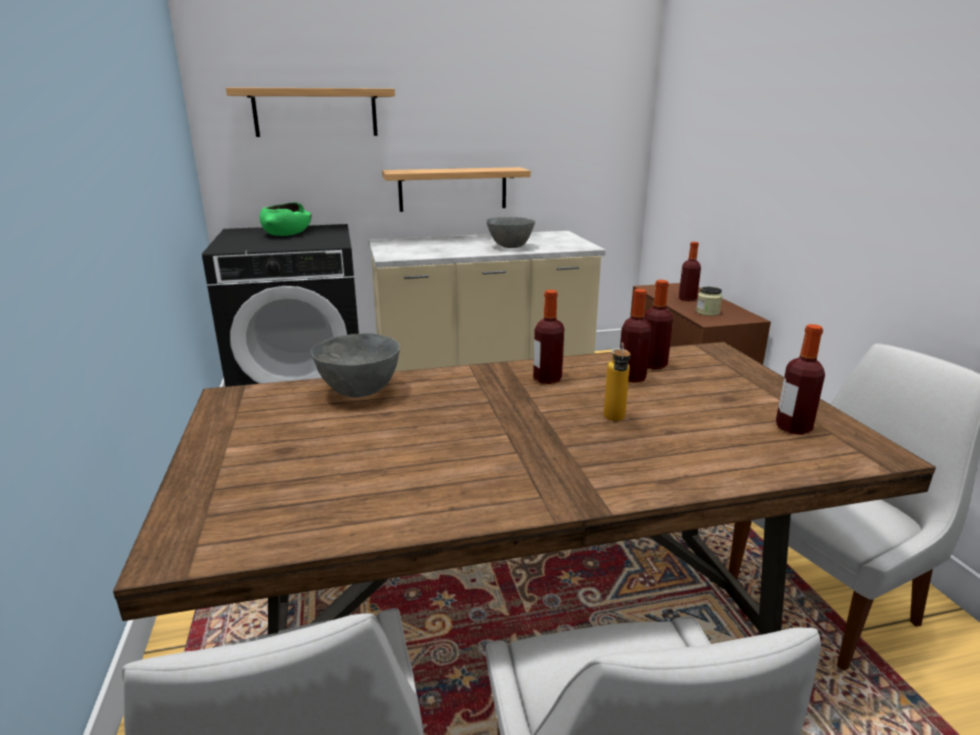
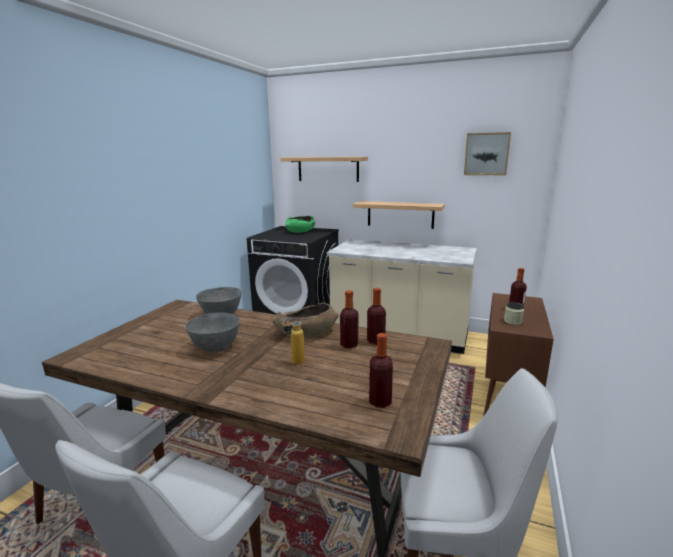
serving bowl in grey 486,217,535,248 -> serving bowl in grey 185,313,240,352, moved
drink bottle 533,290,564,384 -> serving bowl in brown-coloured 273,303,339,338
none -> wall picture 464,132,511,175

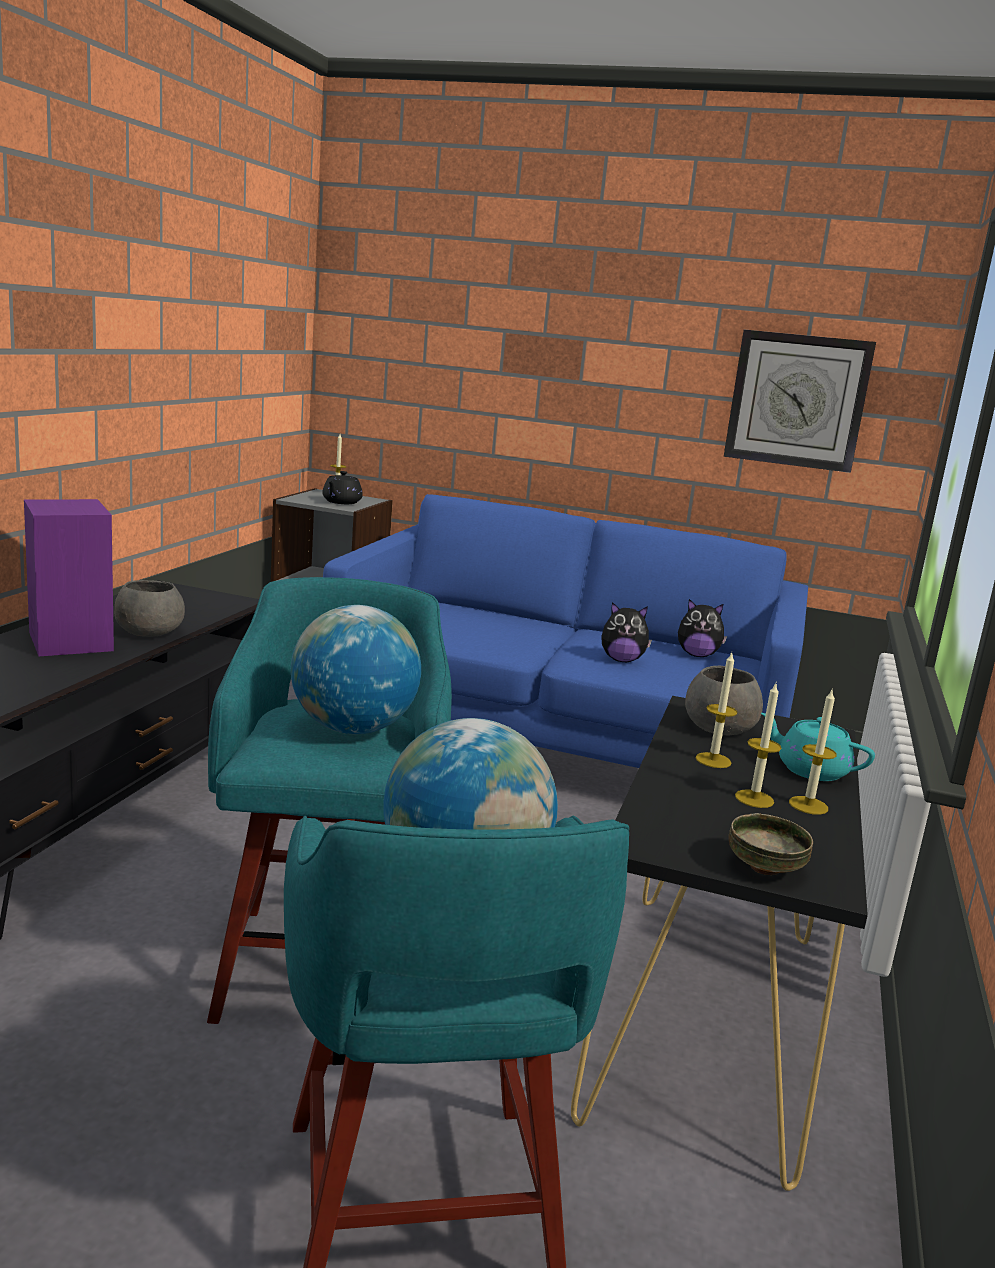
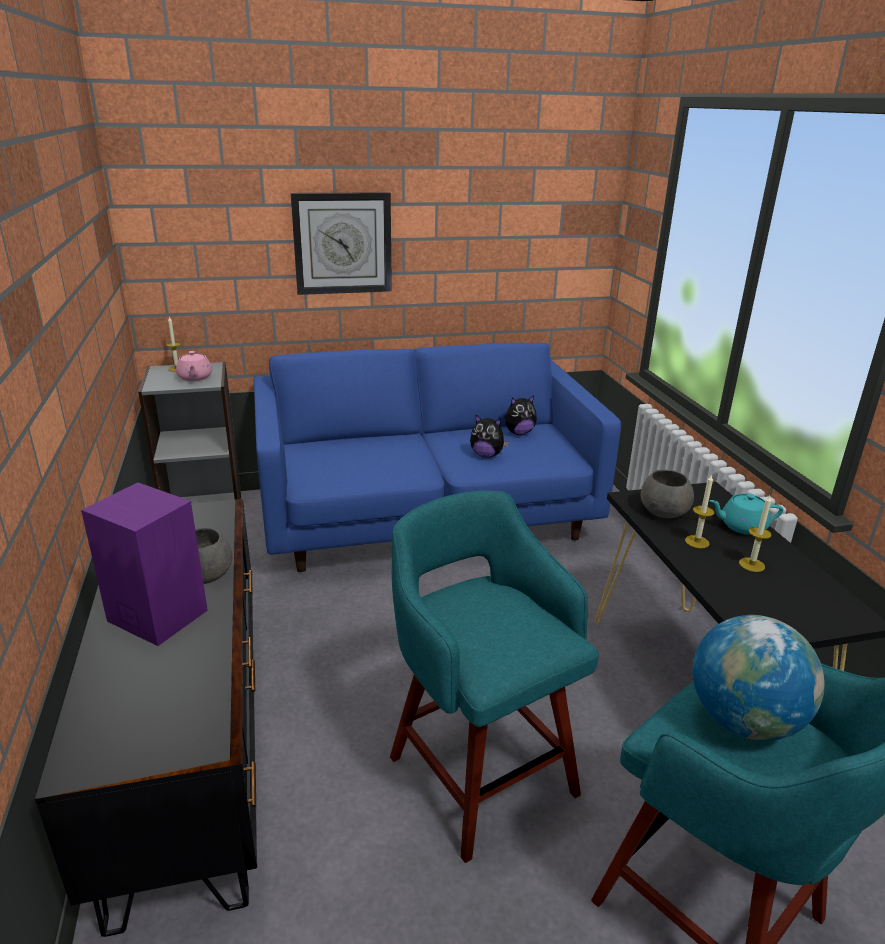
tea pot in black-coloured 322,471,363,504 -> tea pot in pinkish 176,351,212,381
clock on the wall 724,329,876,473 -> clock on the wall 291,192,392,295, moved
cuddly toy 601,602,652,662 -> cuddly toy 470,415,509,458, 45 degrees clockwise
world globe 291,605,421,734 -> none
serving bowl 728,813,813,875 -> none
candle 789,690,837,815 -> none

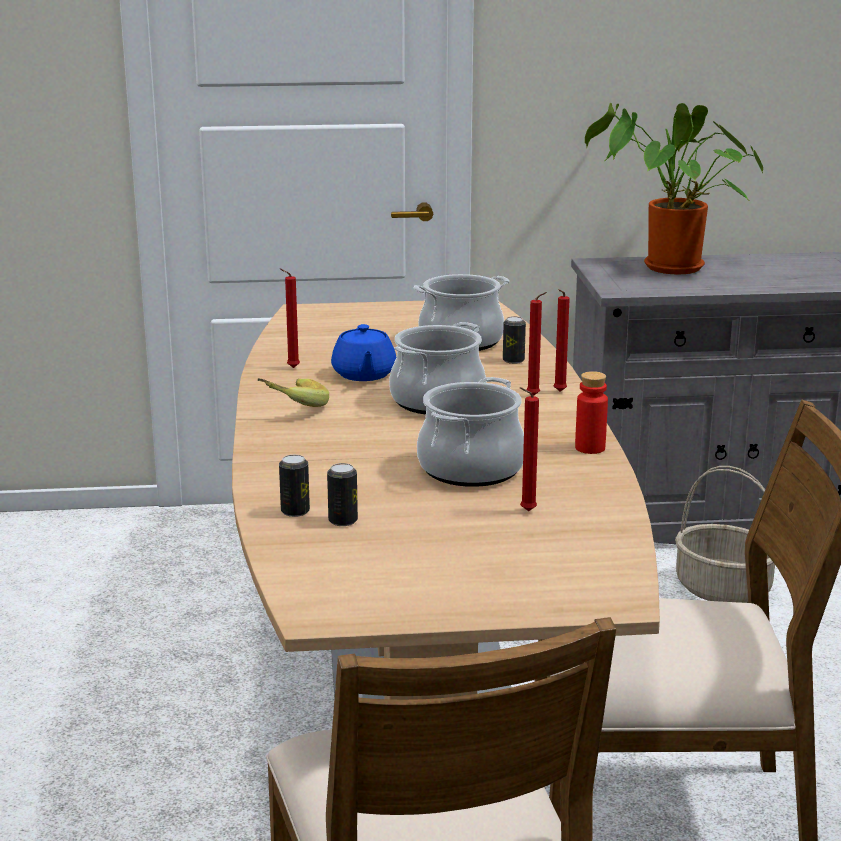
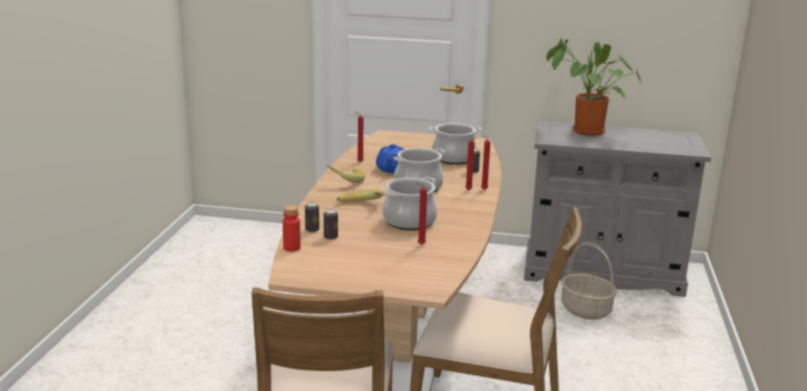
drink bottle in red-coloured 575,371,608,454 -> drink bottle in red-coloured 283,205,301,252, moved
none -> banana fruit 337,189,383,203

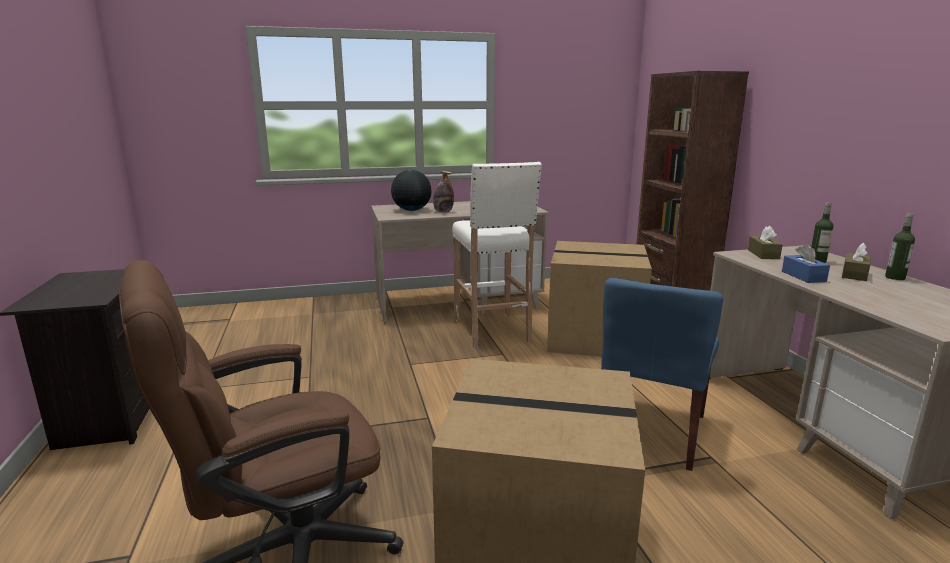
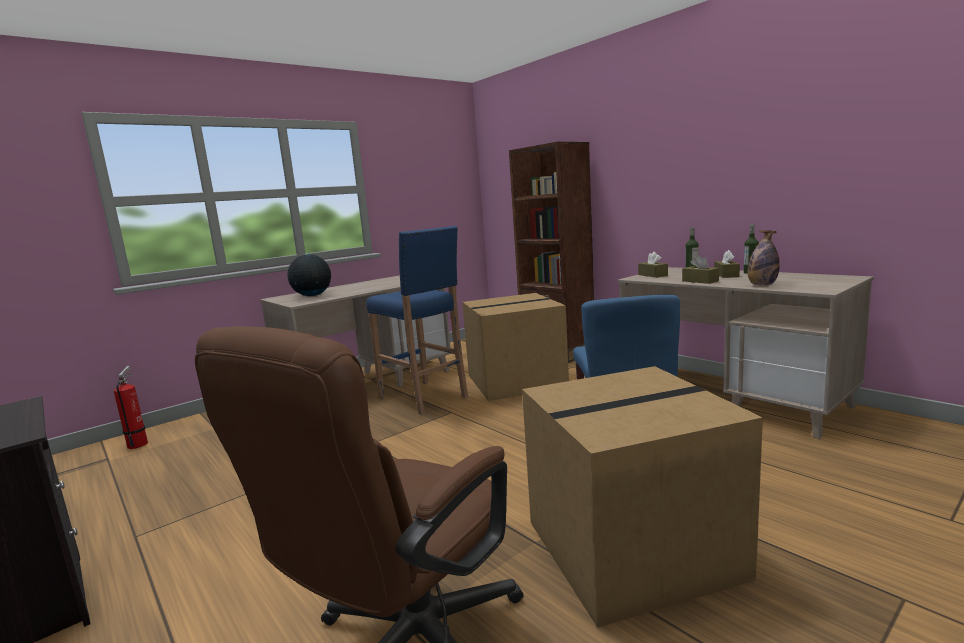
none -> fire extinguisher 113,366,148,449
stool in white 452,162,542,349 -> stool in blue 366,226,468,415
tissue box in blue 782,244,830,283 -> tissue box in brown-coloured 682,255,719,284
drink bottle 433,171,454,213 -> drink bottle 748,230,780,286, moved

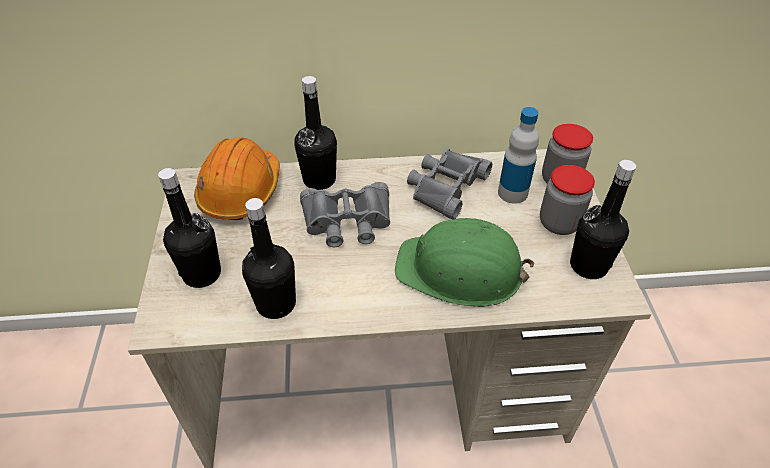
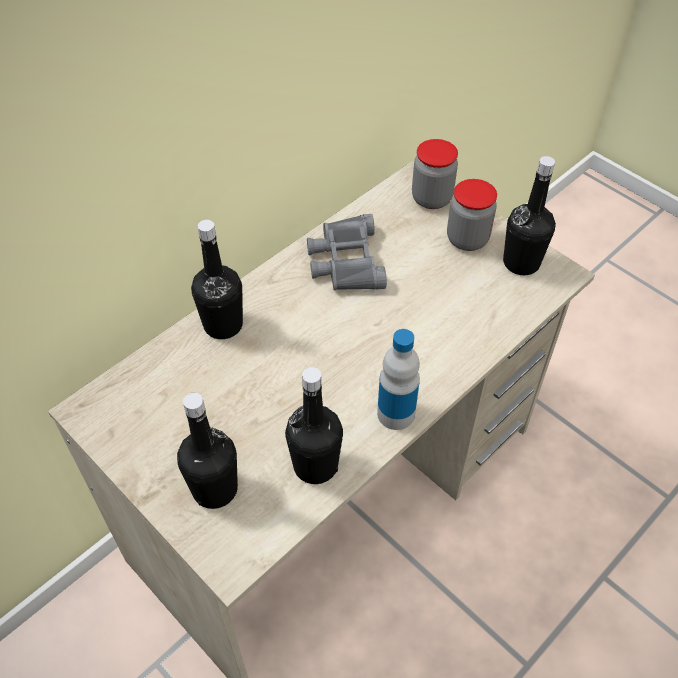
drink bottle 498,107,539,204 -> drink bottle 377,329,420,430, moved
safety helmet in orange 194,137,280,220 -> none
field glasses in grey 300,182,390,247 -> none
safety helmet in greenish 395,218,535,307 -> none

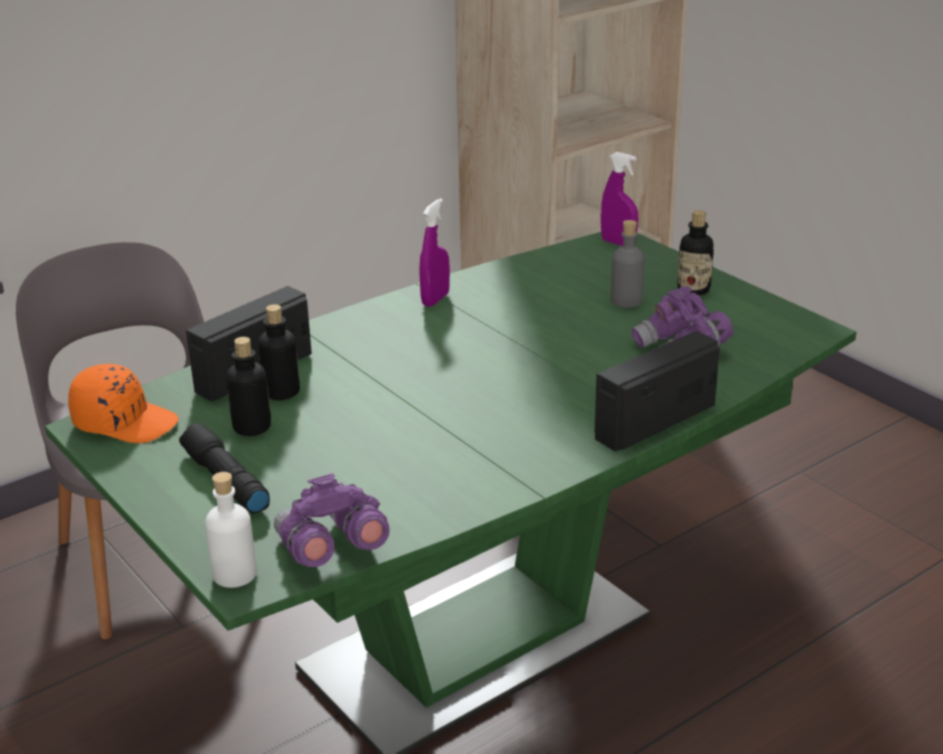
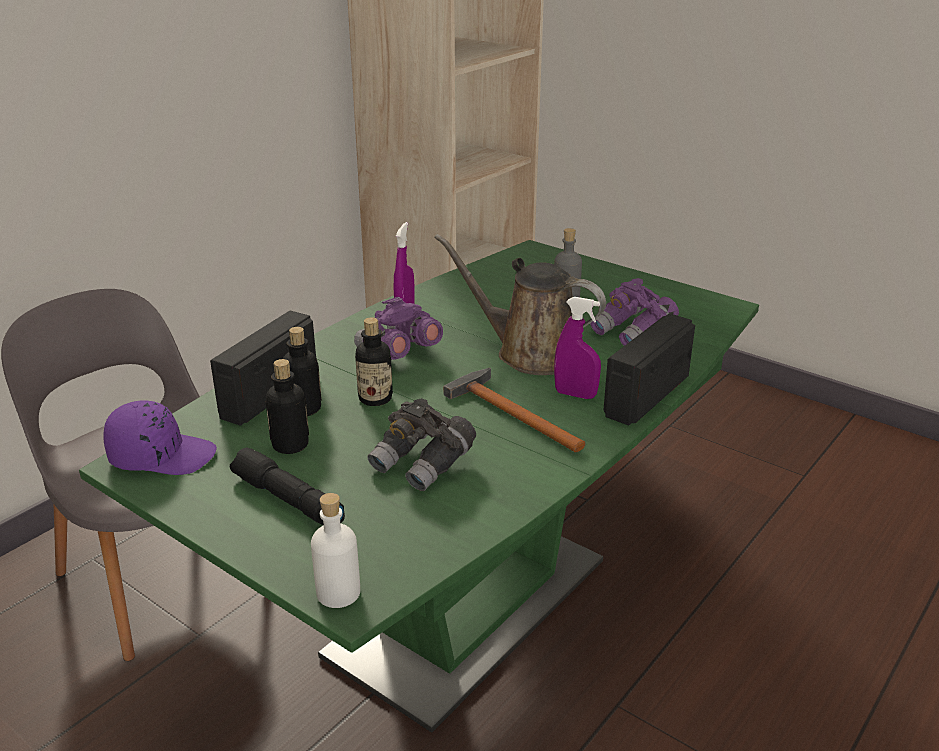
baseball cap in orange 68,364,179,443 -> baseball cap in purple 103,401,217,475
field glasses in purple 274,473,390,567 -> field glasses in purple 354,297,443,360, moved
drink bottle 677,210,714,295 -> drink bottle 355,317,393,406, moved
none -> field glasses in grey 367,398,476,491
none -> sprinkling can in brown-coloured 434,234,606,375
none -> tool hammer 443,368,586,452
hand sprayer in purple 601,152,638,246 -> hand sprayer in purple 554,297,601,399, moved

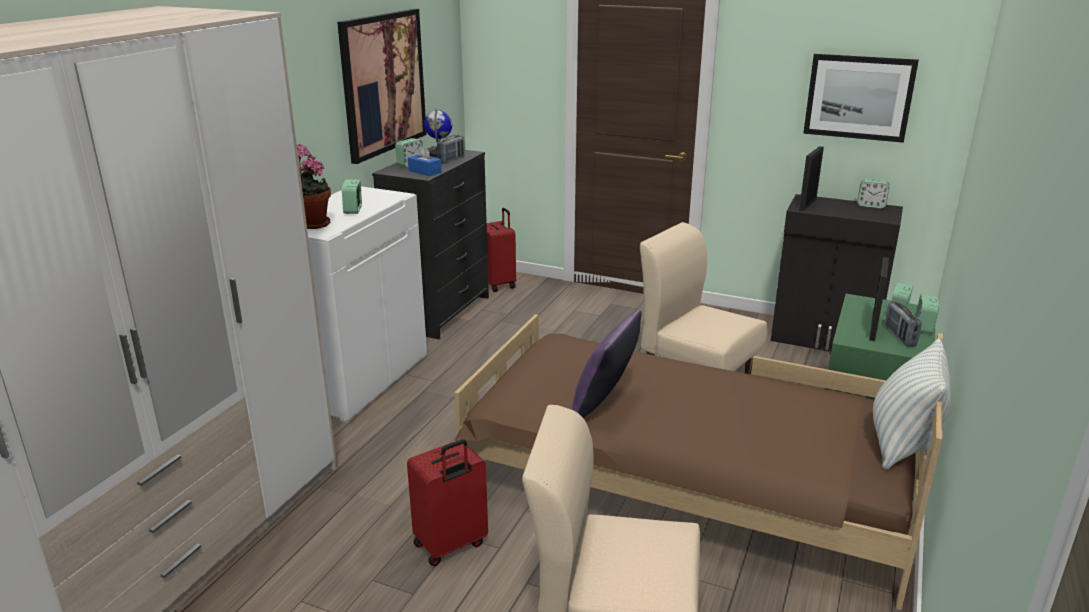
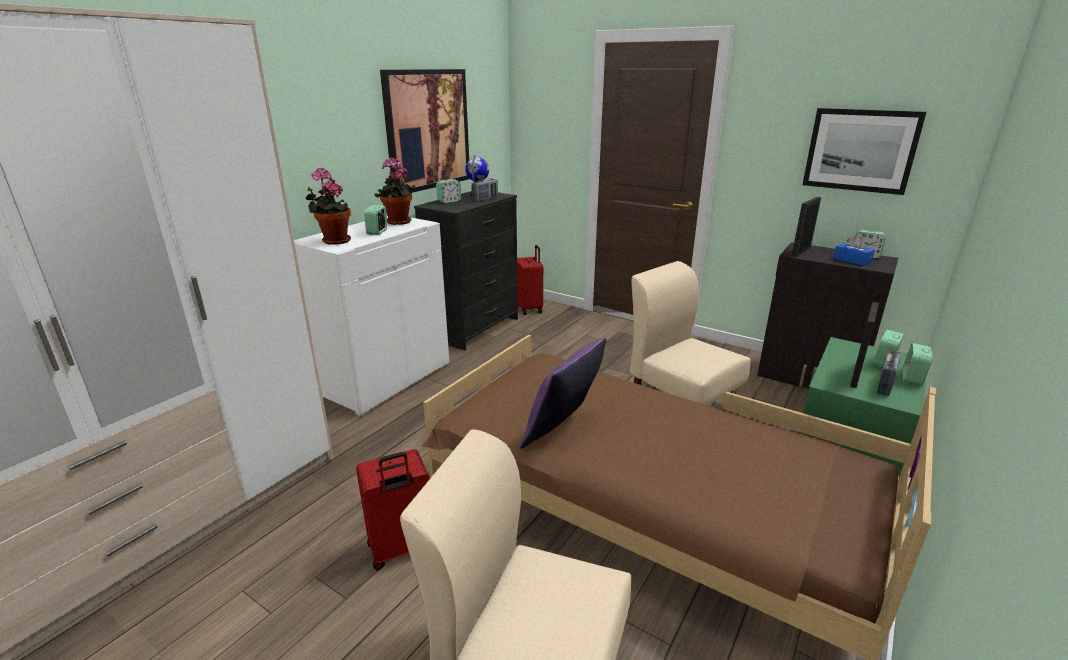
none -> houseplant 375,157,416,225
tissue box in blue 408,146,442,176 -> tissue box in blue 833,235,875,266, moved
radio receiver 885,301,922,347 -> radio receiver 877,350,901,396, 150 degrees counterclockwise
cushion 873,339,951,470 -> none

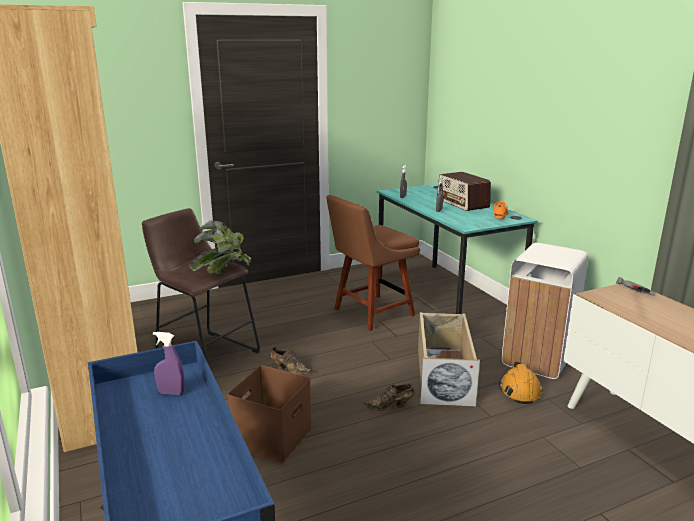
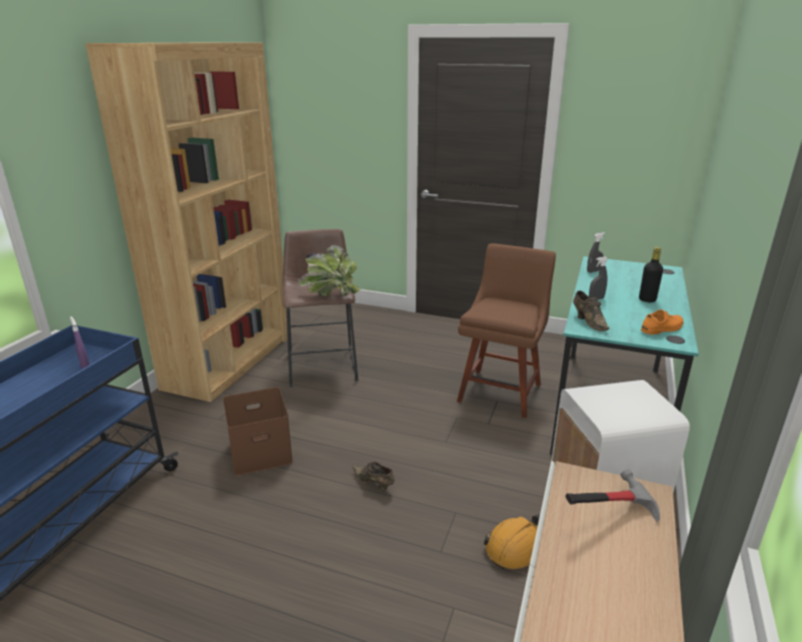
plain chair in brown-coloured 326,195,420,331 -> plain chair in brown-coloured 457,243,556,418, 105 degrees clockwise
item of footwear in brown-coloured 270,347,311,375 -> item of footwear in brown-coloured 573,291,609,331, moved
radio receiver 437,172,491,211 -> drink bottle in black-coloured 639,247,663,302
storage box in beige-coloured 418,312,480,406 -> none

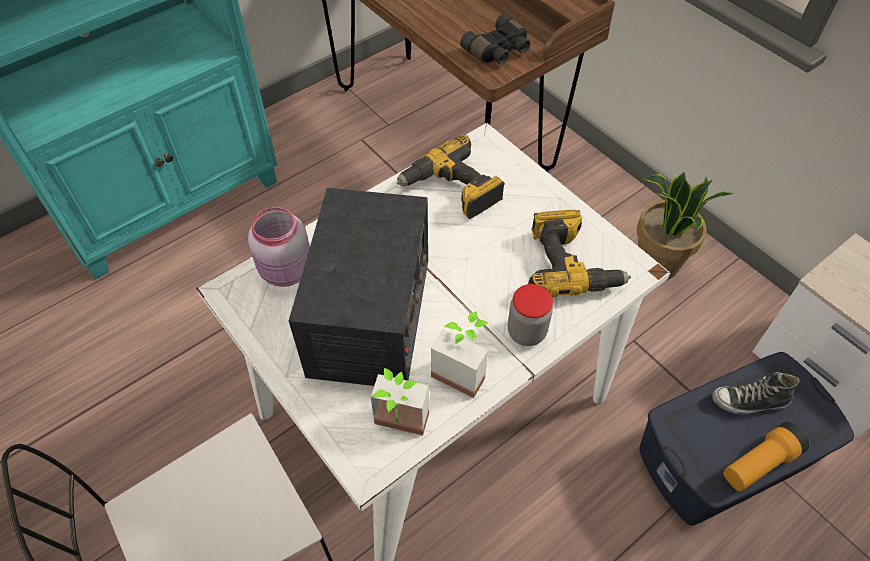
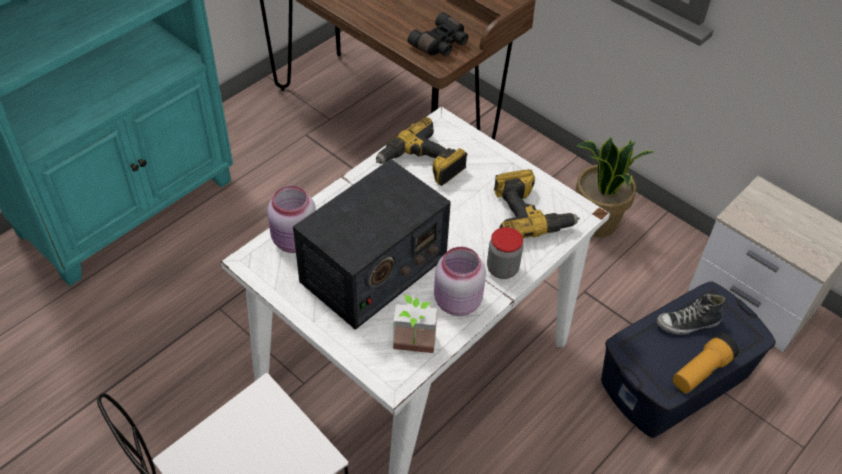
radio receiver 289,188,428,386 -> radio receiver 293,159,451,330, 45 degrees clockwise
houseplant 431,311,488,398 -> storage jar in pinkish 434,247,486,316

